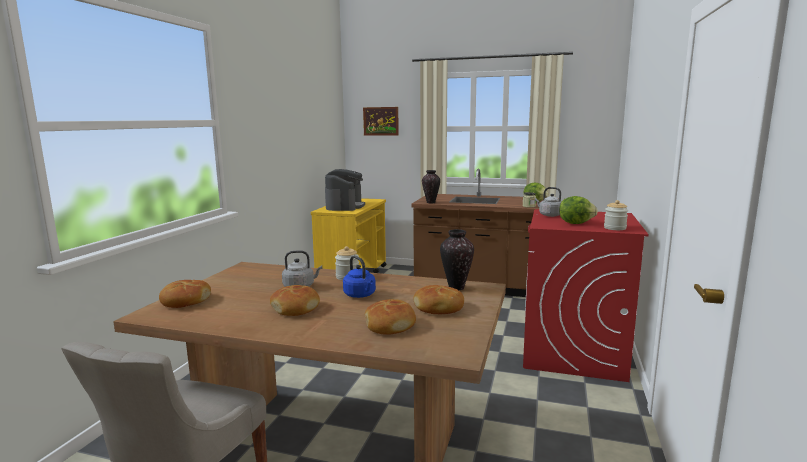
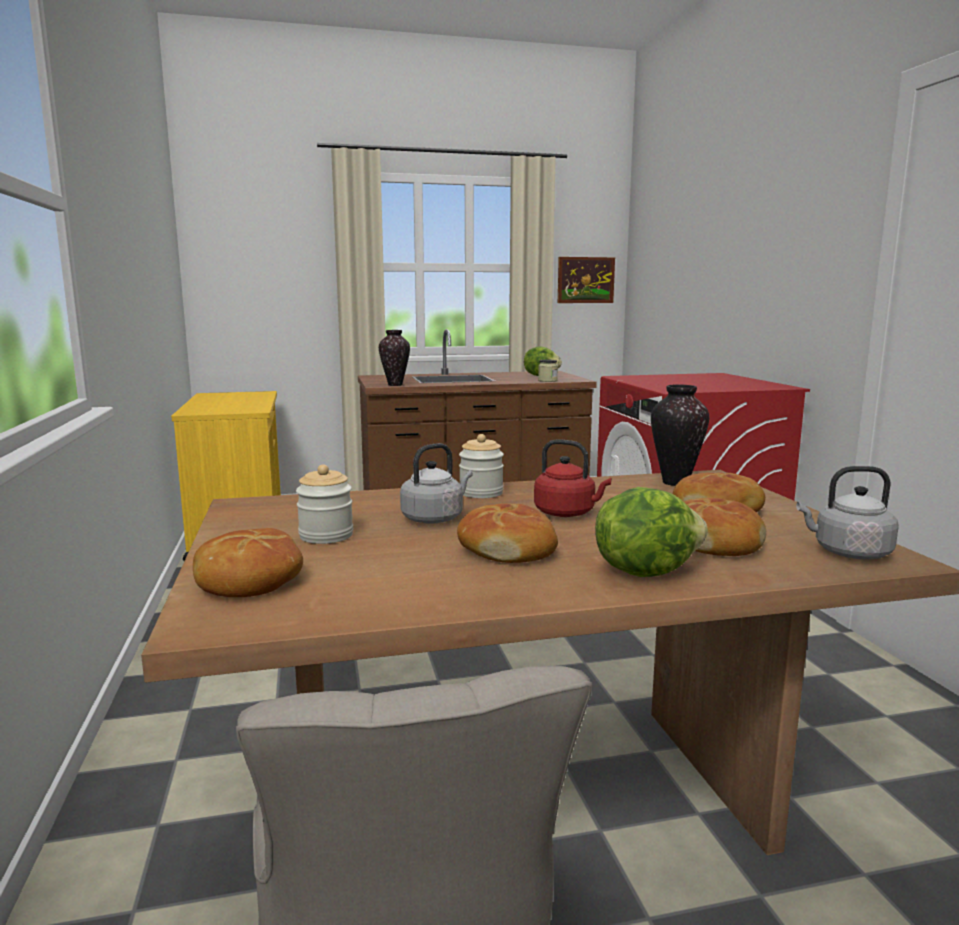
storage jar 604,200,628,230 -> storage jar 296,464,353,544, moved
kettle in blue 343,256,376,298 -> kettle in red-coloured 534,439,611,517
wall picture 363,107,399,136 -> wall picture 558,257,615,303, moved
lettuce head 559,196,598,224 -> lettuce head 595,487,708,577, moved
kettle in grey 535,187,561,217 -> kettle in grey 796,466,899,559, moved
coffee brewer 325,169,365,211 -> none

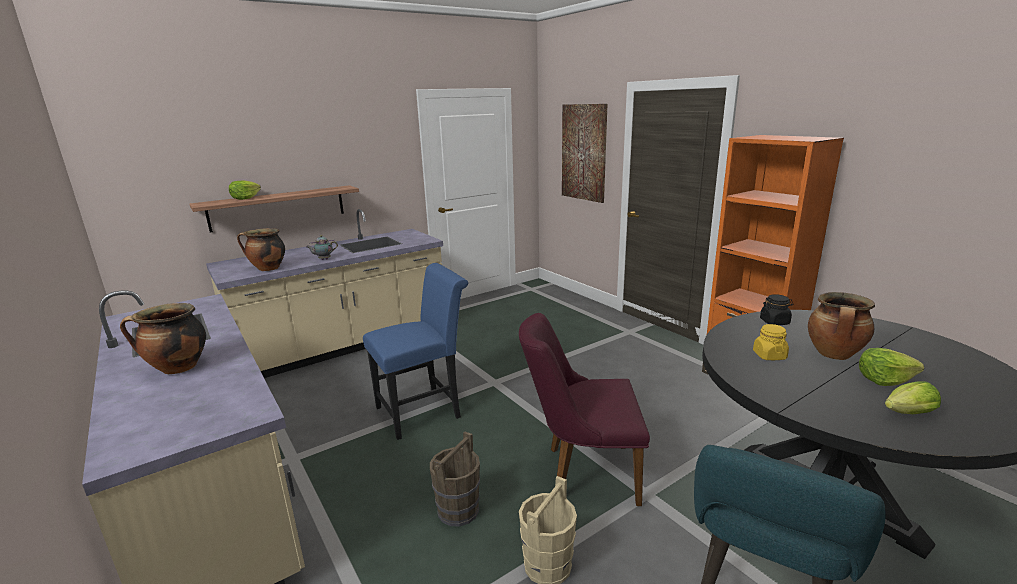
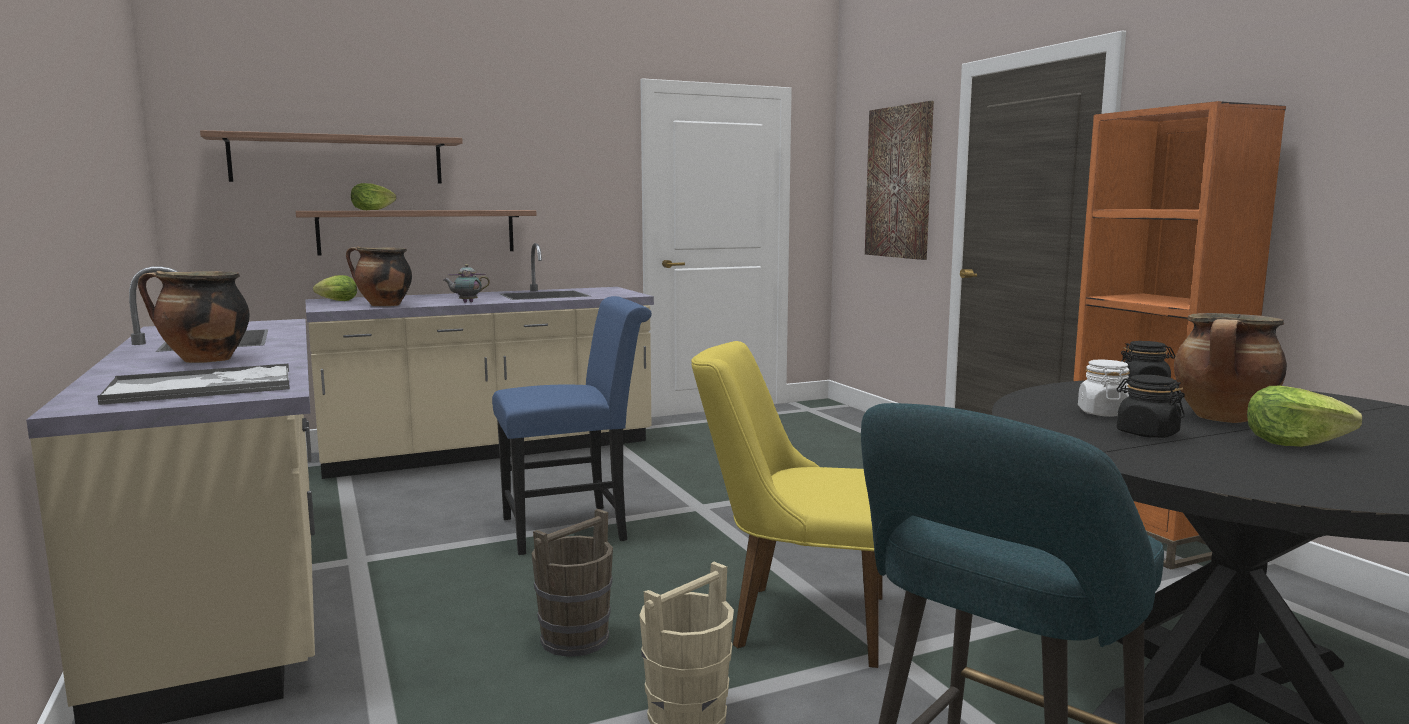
none -> carrying tray 97,364,290,405
none -> wall shelf 200,130,463,184
lettuce head 885,381,941,414 -> lettuce head 313,275,357,301, moved
plain chair in purple 519,313,650,506 -> plain chair in yellow 691,341,882,668
storage jar in yellow 753,324,789,360 -> storage jar in white 1078,360,1130,417
none -> storage jar in black-coloured 1116,375,1185,438

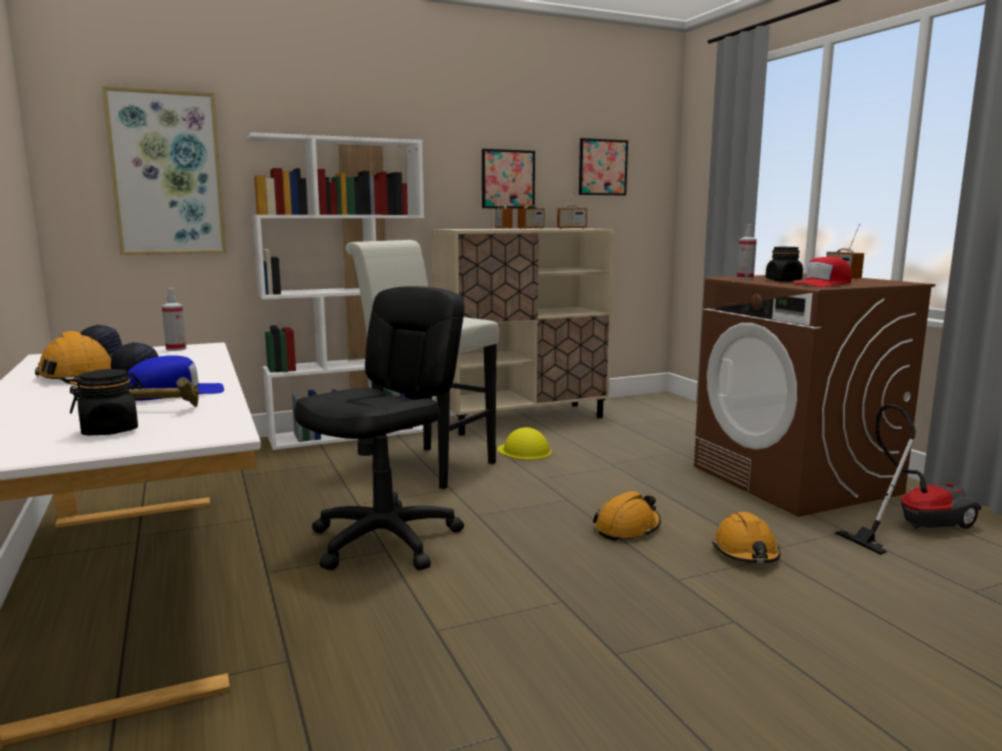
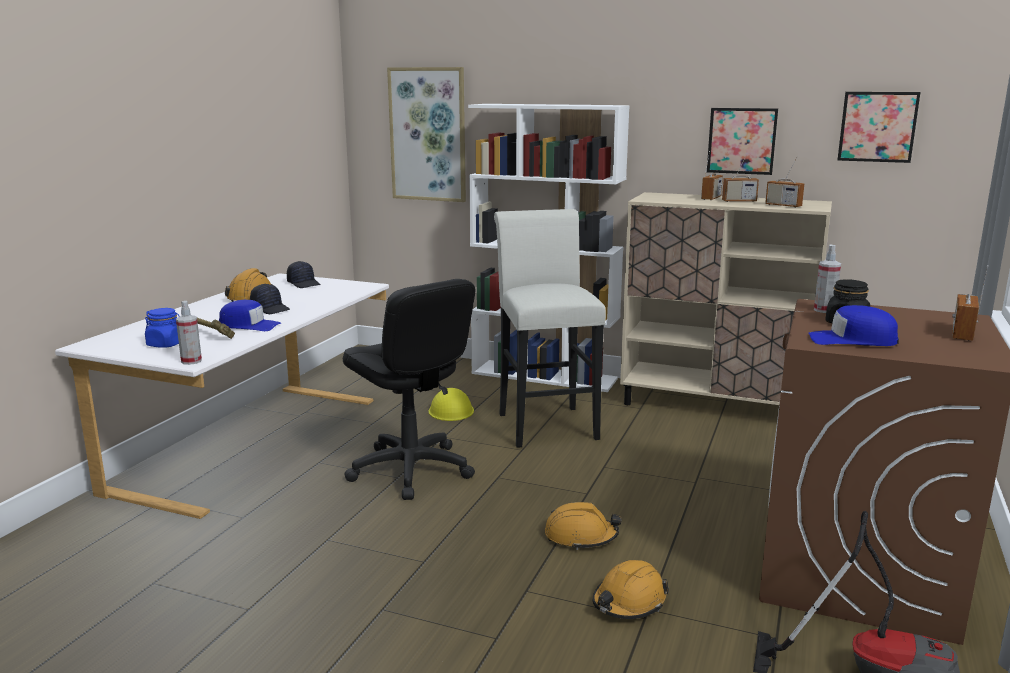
storage jar in black-coloured 69,369,143,436 -> storage jar in blue 145,308,180,348
hand sprayer 162,288,187,351 -> hand sprayer 176,301,202,365, moved
desk chair in black-coloured 294,286,465,570 -> desk chair in black-coloured 343,279,475,500, 60 degrees clockwise
safety helmet in yellow 497,427,552,460 -> safety helmet in yellow 428,388,474,421, moved
baseball cap in red-coloured 792,257,852,287 -> baseball cap in blue 808,305,899,346

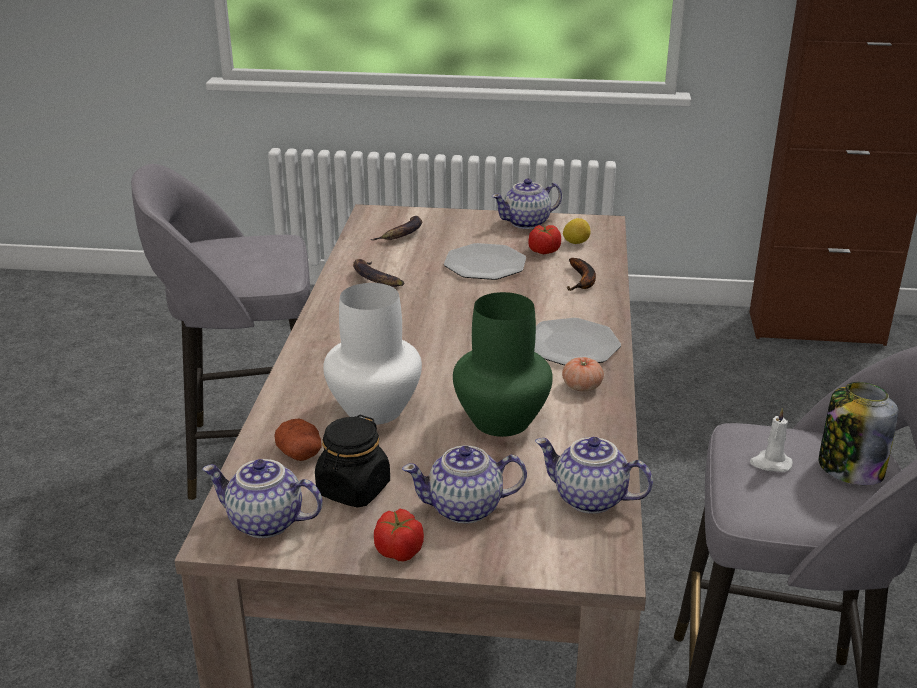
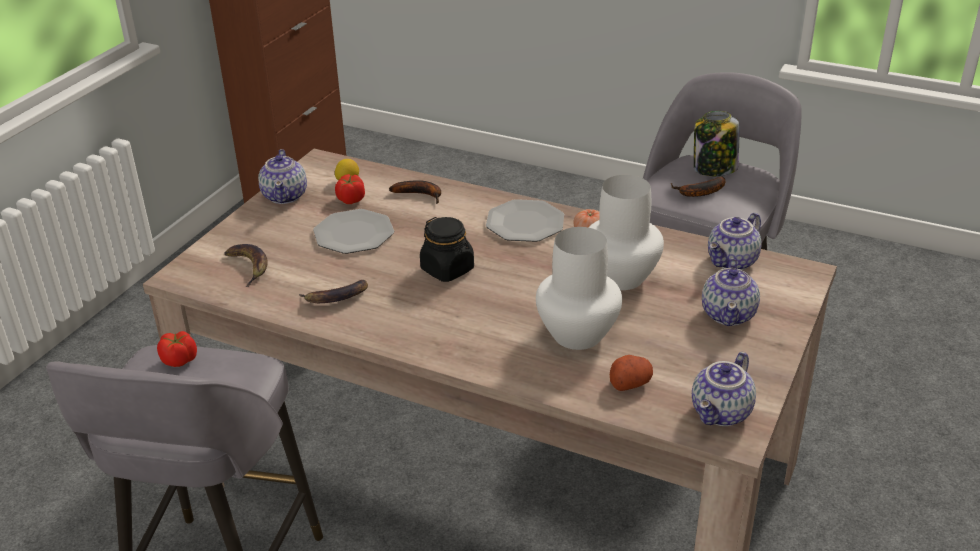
tomato 374,509,424,561 -> tomato 157,331,197,367, moved
storage jar in black-coloured 315,415,390,508 -> storage jar in black-coloured 420,217,474,282, moved
decorative vase in greenish 453,292,553,437 -> decorative vase in white 588,175,664,290
candle in white 750,408,793,472 -> banana fruit 671,176,726,197

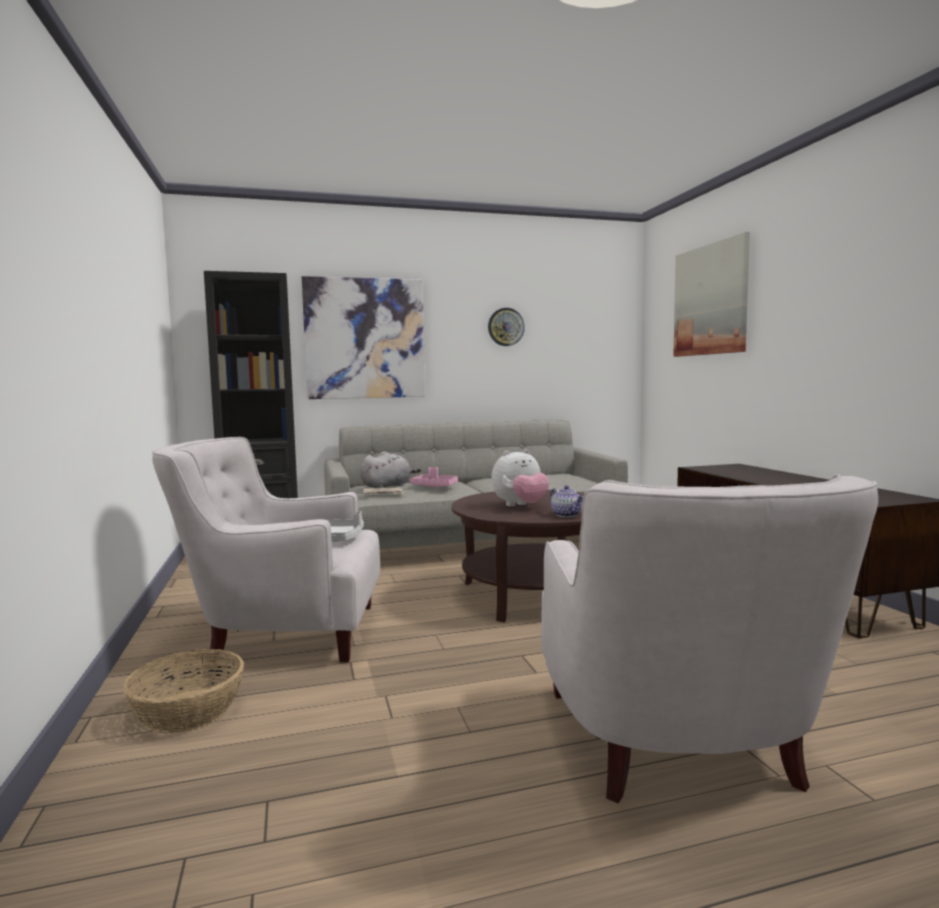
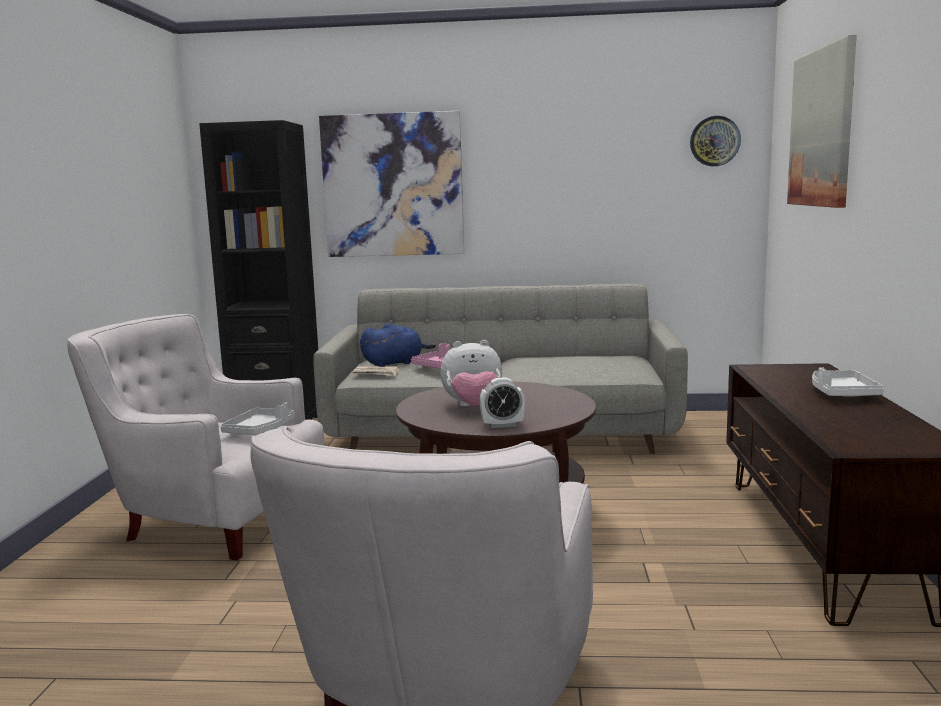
cuddly toy in grey 360,451,421,488 -> cuddly toy in blue 360,323,436,367
tea pot 550,485,583,517 -> table clock 480,378,525,428
clock on the wall 488,308,525,346 -> clock on the wall 690,116,741,166, moved
none -> carrying tray in white 812,367,884,397
household basket 122,649,244,733 -> none

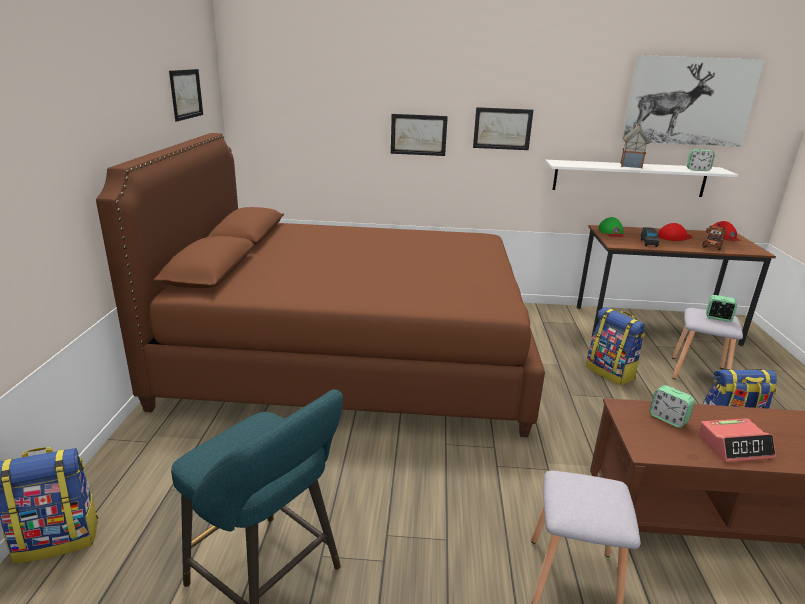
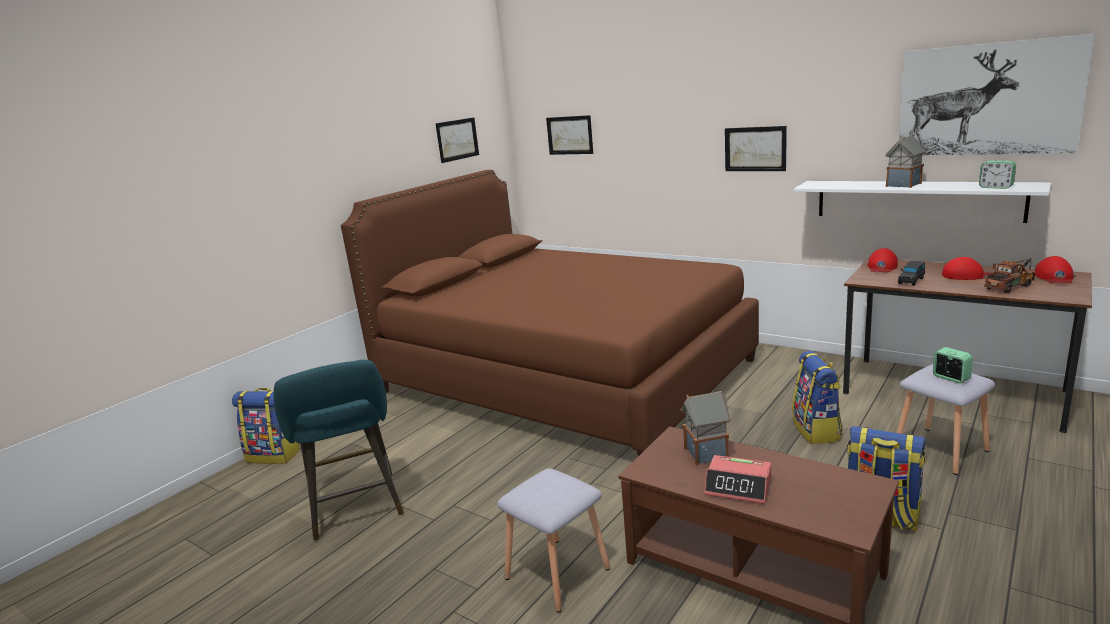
wall picture 391,114,448,156 -> wall picture 546,115,593,155, moved
table clock 650,385,695,428 -> miniature house 680,390,731,465
baseball cap in greenish 599,217,624,237 -> baseball cap in red-coloured 868,248,898,272

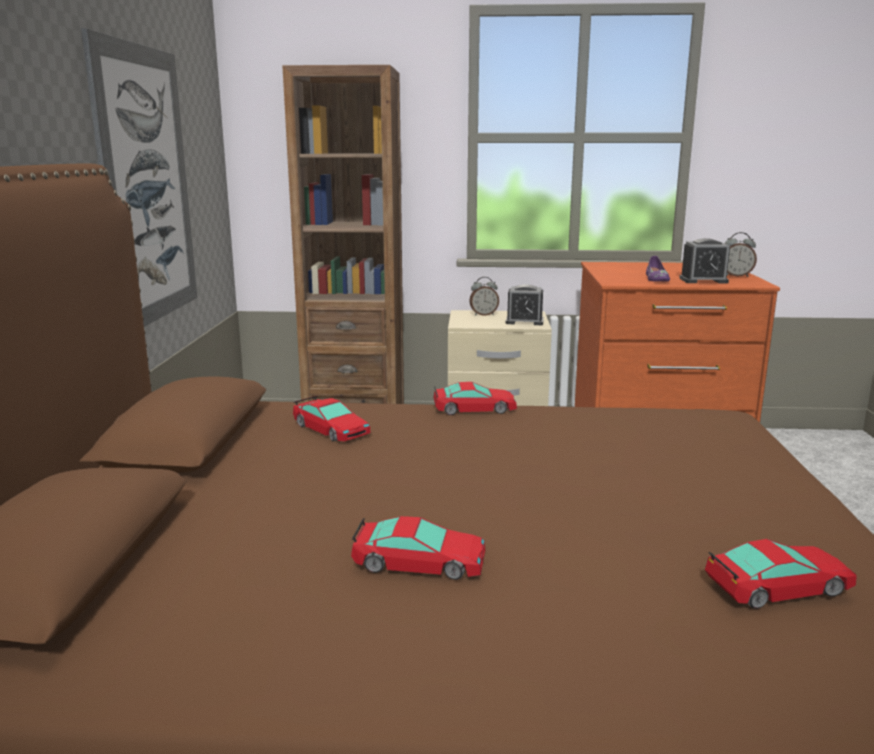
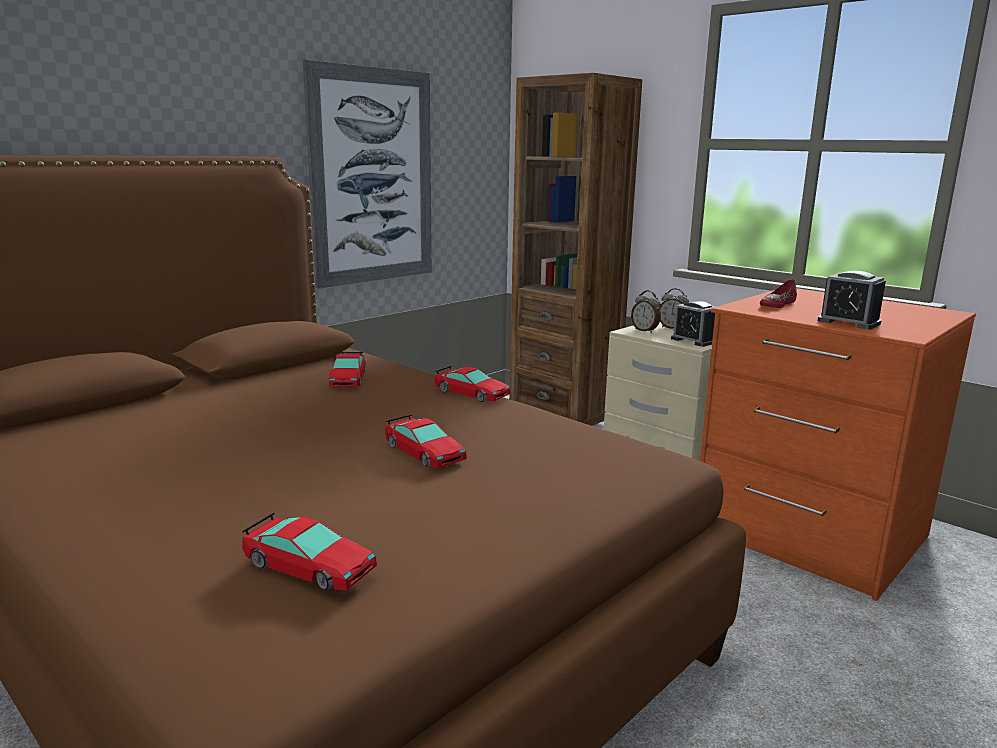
toy car 351,516,485,580 -> toy car 385,415,467,468, moved
table clock 725,232,757,277 -> table clock 631,290,661,333, moved
none -> item of footwear in red-coloured 760,279,797,308
item of footwear in purple 646,256,670,282 -> none

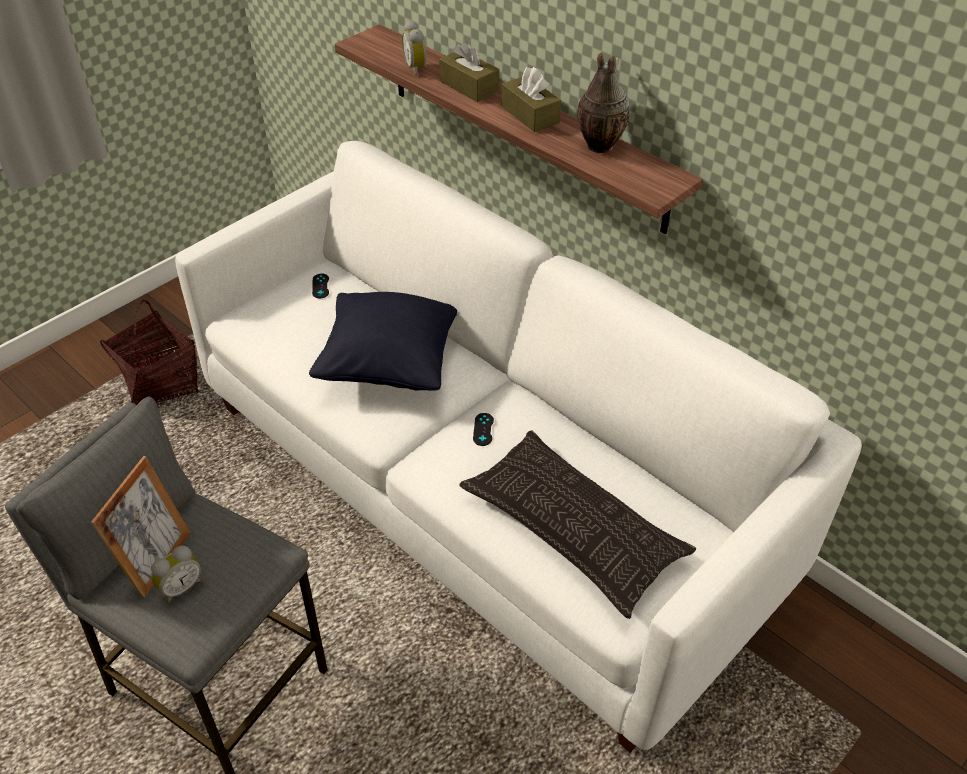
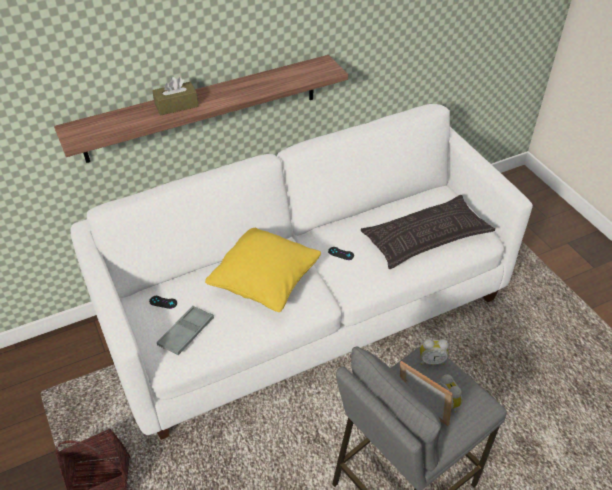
none -> carrying tray in grey 157,306,214,355
cushion in black-coloured 309,292,457,391 -> cushion in yellow 205,228,321,312
table clock 402,21,427,76 -> table clock 420,339,449,365, moved
tissue box in brown-coloured 501,67,561,132 -> none
decorative vase 578,53,630,153 -> none

